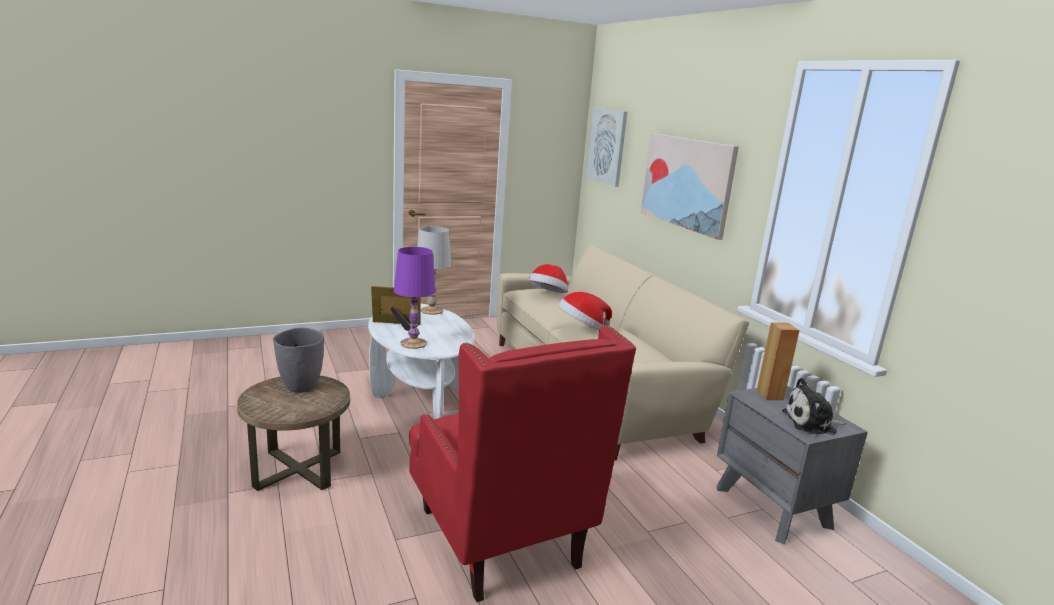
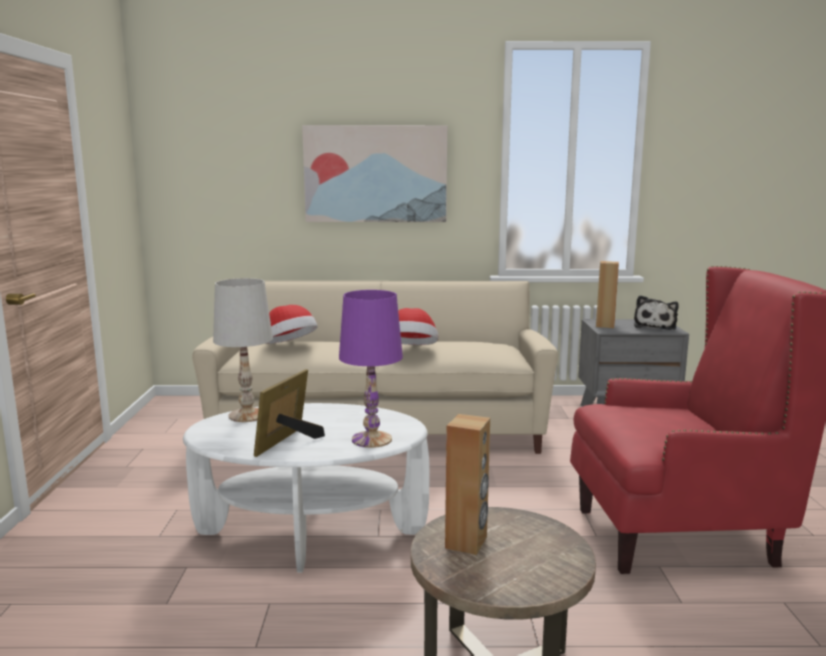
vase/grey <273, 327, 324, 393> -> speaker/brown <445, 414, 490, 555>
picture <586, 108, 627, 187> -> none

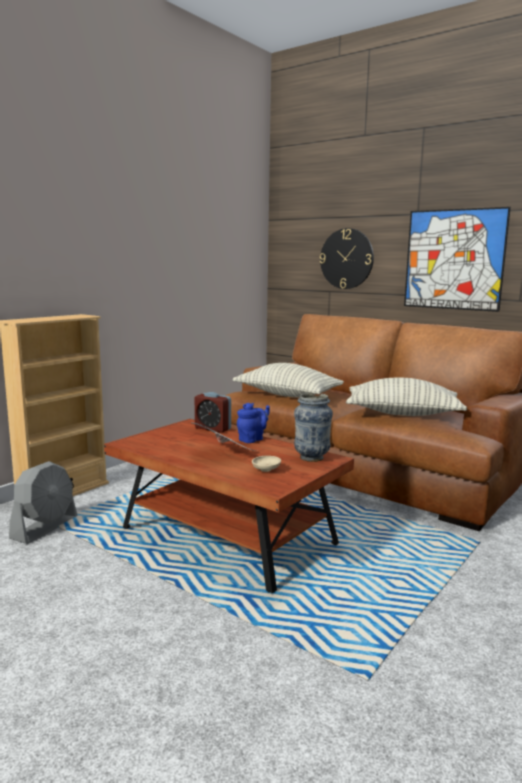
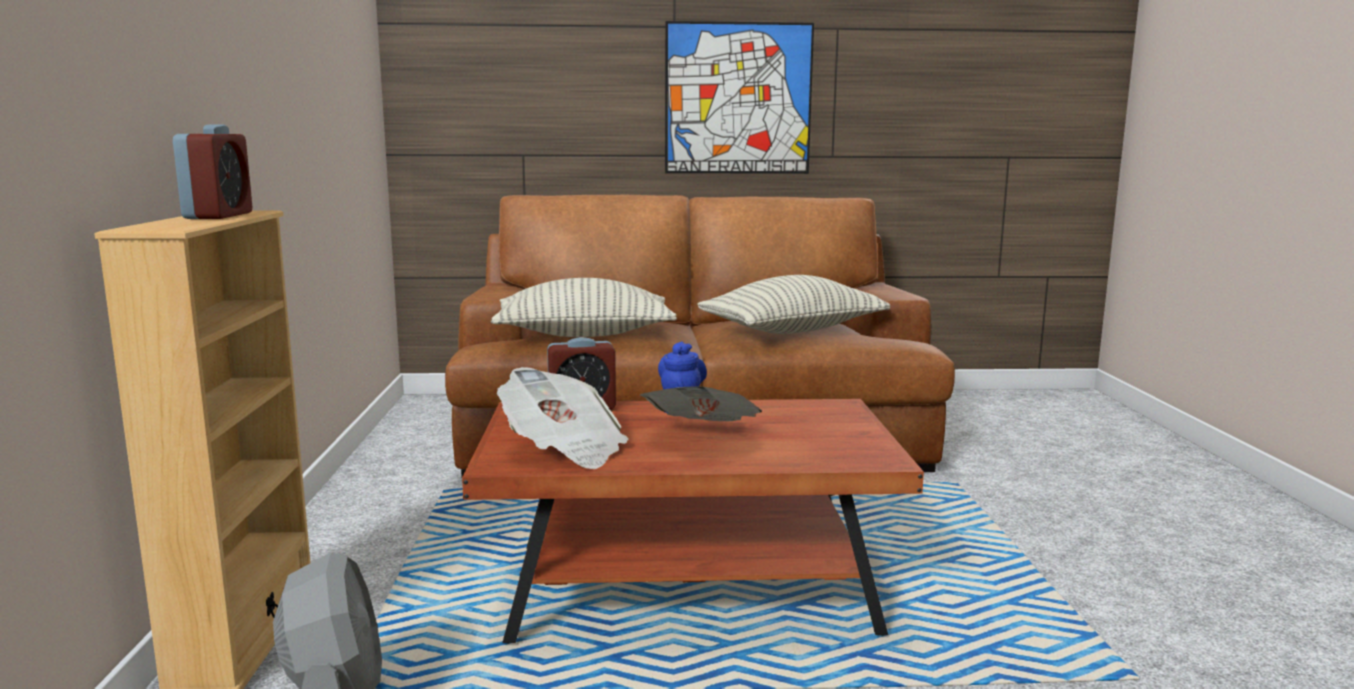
bowl/beige <252, 456, 281, 472> -> none
vase <294, 393, 333, 462> -> none
wall clock <320, 228, 374, 289> -> none
none -> alarm clock <173, 124, 252, 219>
none -> newspaper <497, 367, 628, 469>

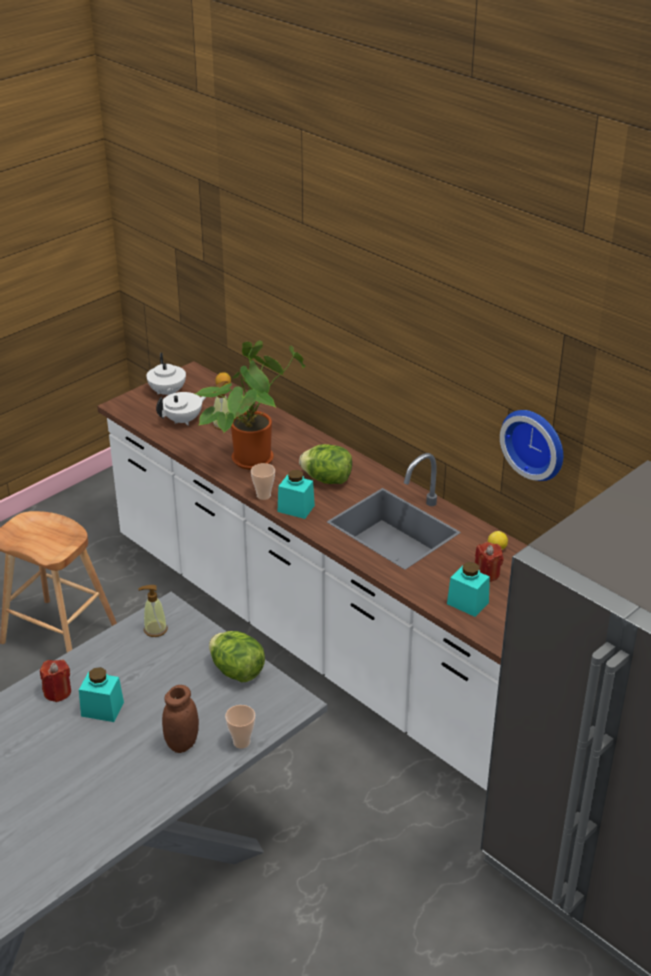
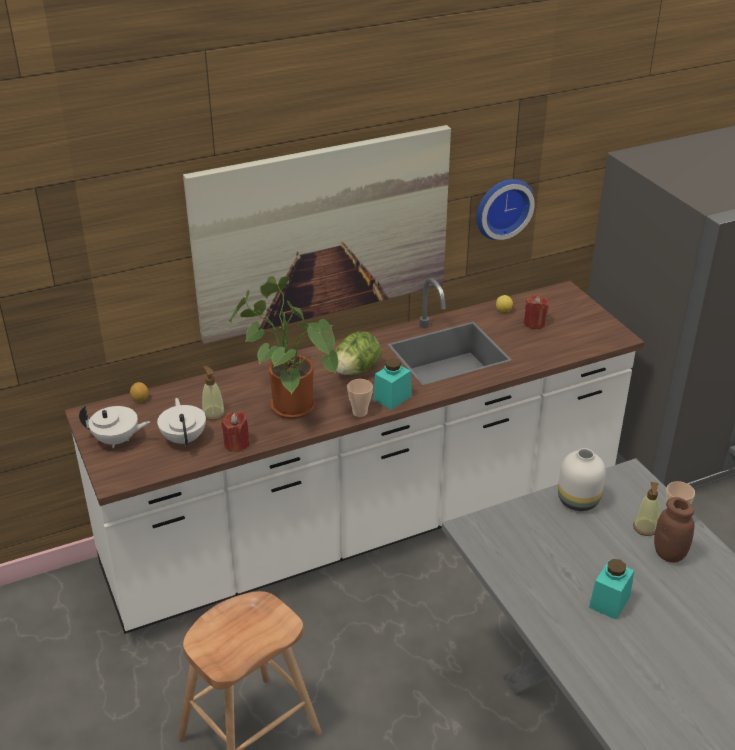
candle/red <40, 660, 71, 702> -> candle/red <221, 412, 250, 452>, move
soap dispenser <138, 585, 168, 637> -> soap dispenser <633, 482, 660, 536>, move
lettuce <209, 631, 265, 682> -> vase/white <558, 448, 606, 511>
jar/turquoise <447, 562, 490, 617> -> none
none -> picture <183, 125, 451, 344>

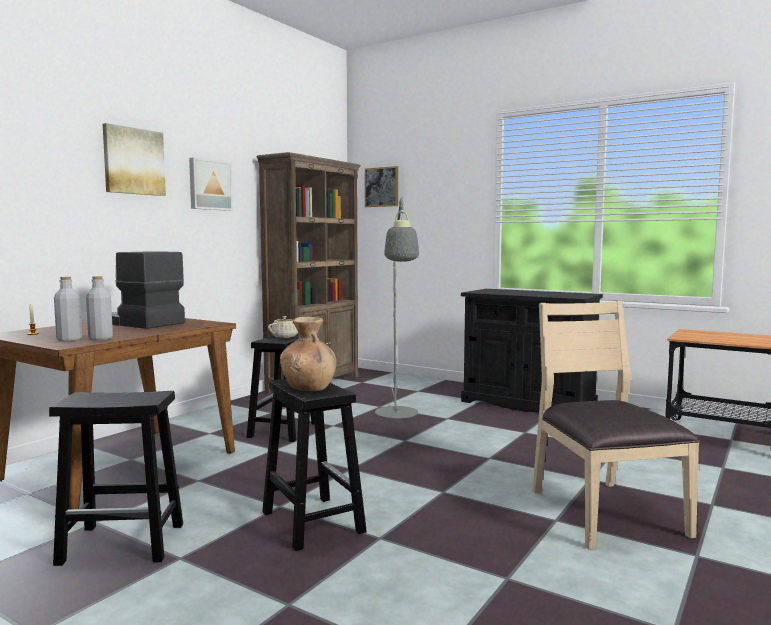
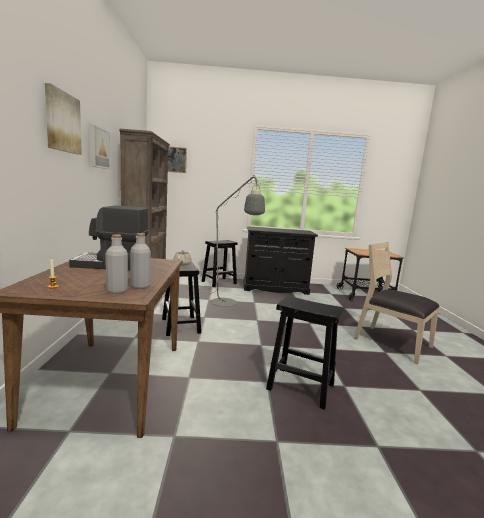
stool/black <49, 391, 183, 566> -> stool/black <202, 240, 238, 287>, move
vase/brown <280, 317, 337, 391> -> none

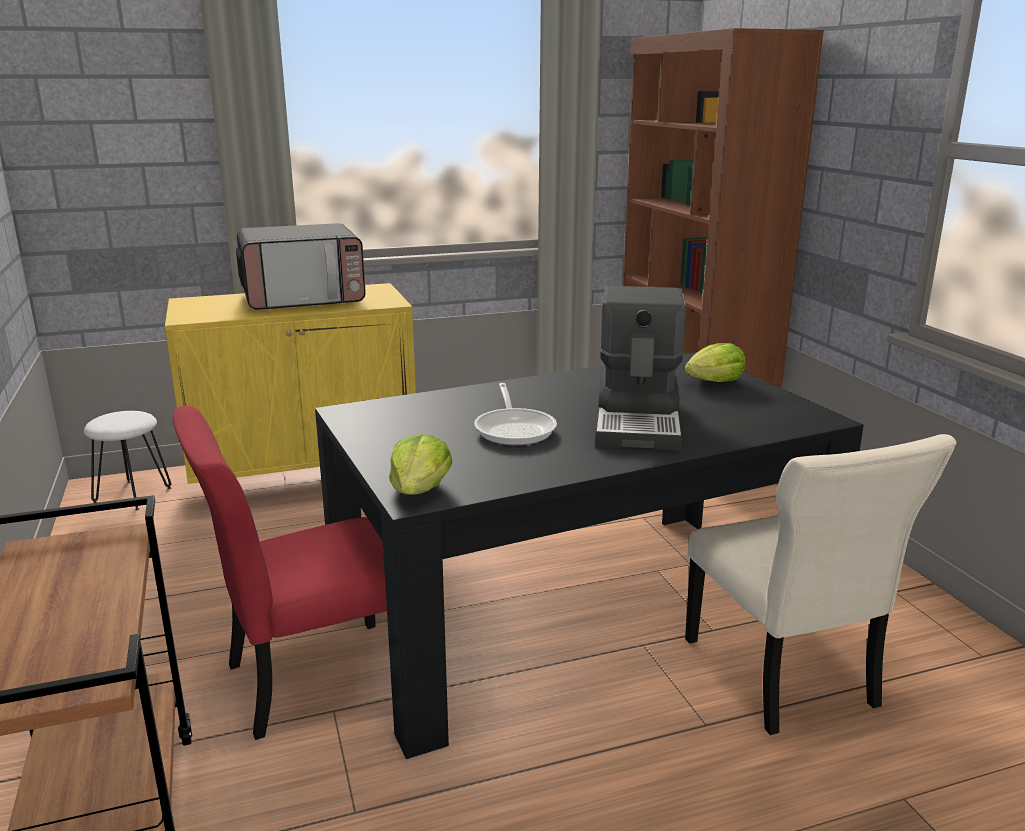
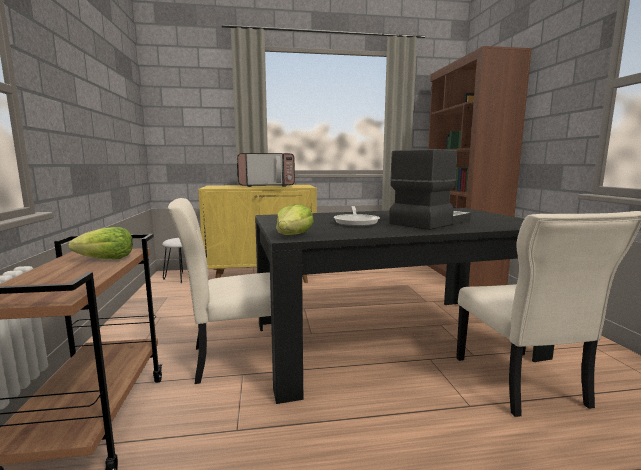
chair/red <172, 405, 387, 740> -> chair/beige <168, 198, 271, 384>
coffee machine <595, 286, 686, 451> -> coffee machine <389, 149, 471, 230>, 150 degrees counterclockwise
lettuce <685, 343, 746, 382> -> lettuce <69, 227, 133, 259>, move

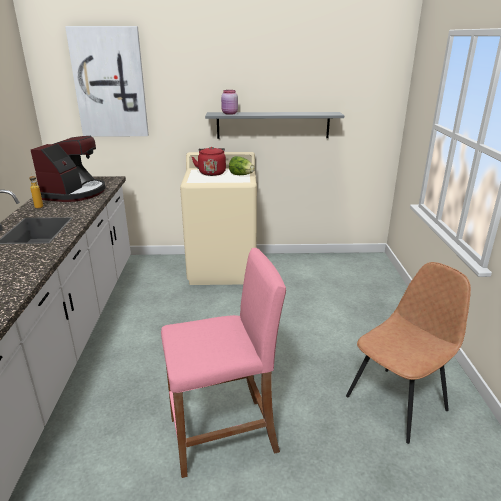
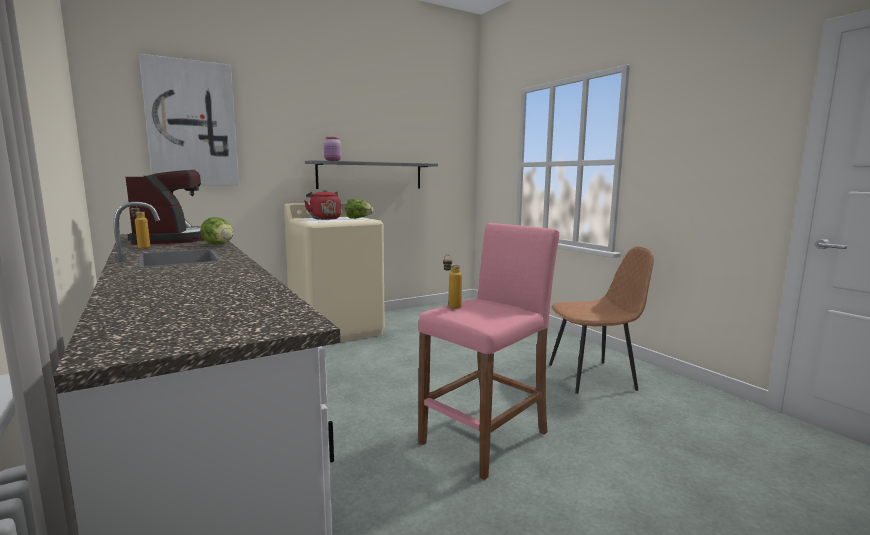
chair/brown <346, 262, 471, 444> -> chair/brown <549, 247, 654, 394>, 60 degrees clockwise
none -> lettuce <200, 217, 234, 245>
none -> bottle <443, 254, 462, 309>

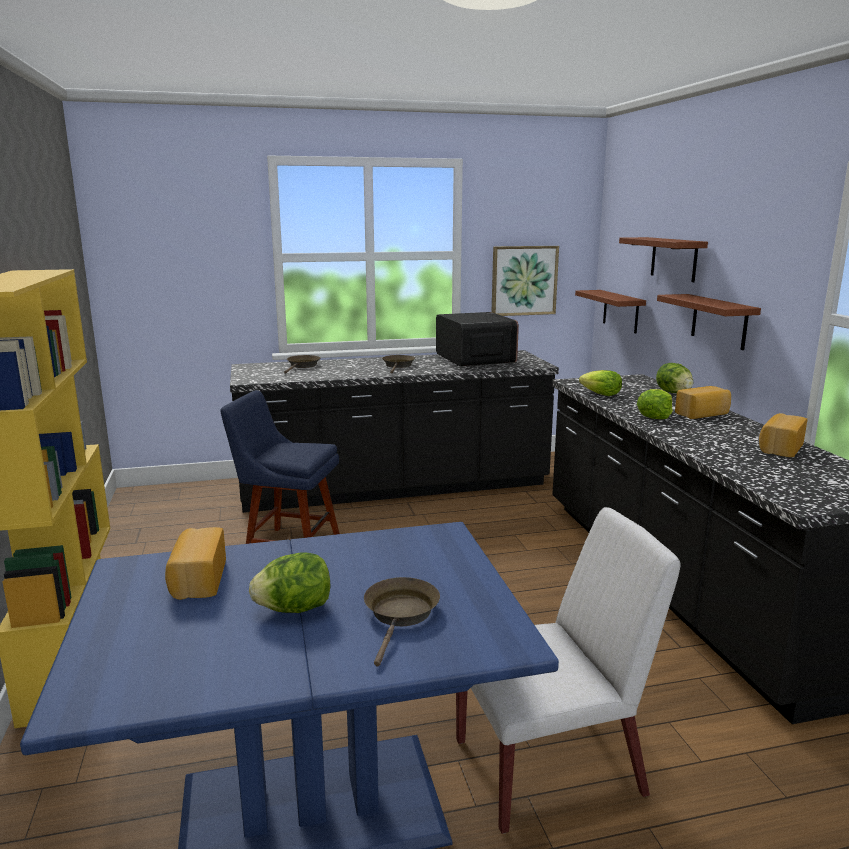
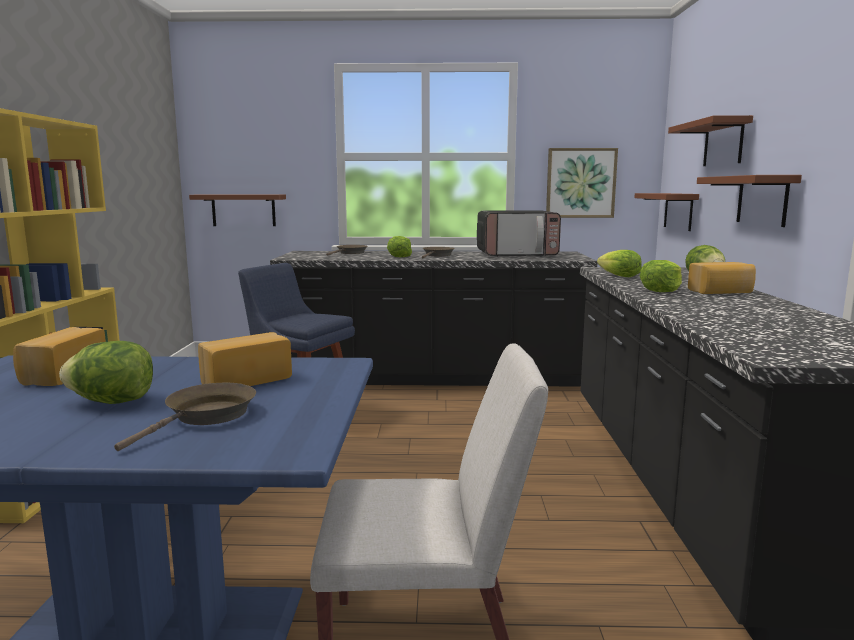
microwave <436, 312, 519, 367> -> microwave <477, 210, 561, 257>, 90 degrees clockwise
bread <759, 413, 807, 457> -> bread <198, 332, 292, 386>, move
none -> shelf/brown <189, 194, 286, 226>
none -> lettuce <387, 236, 412, 257>

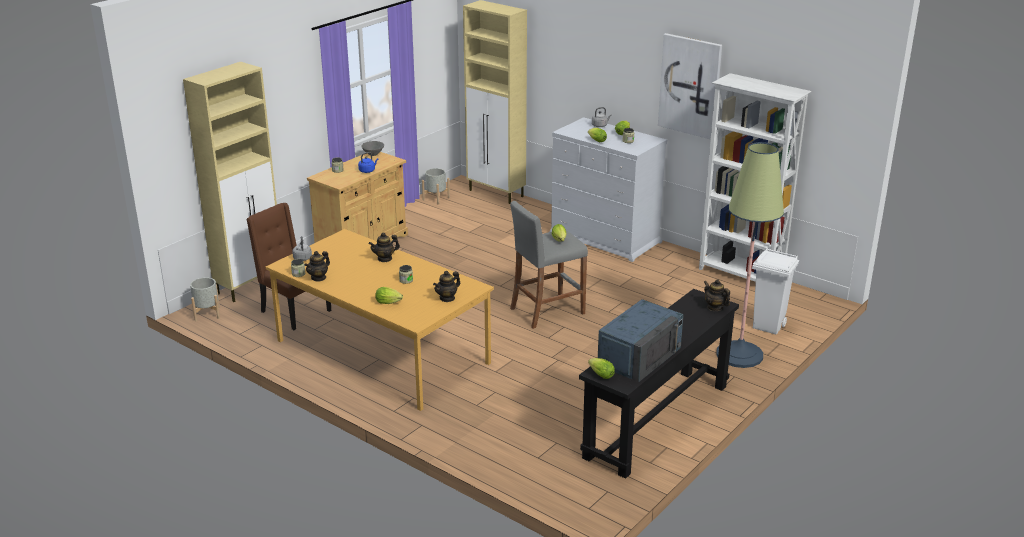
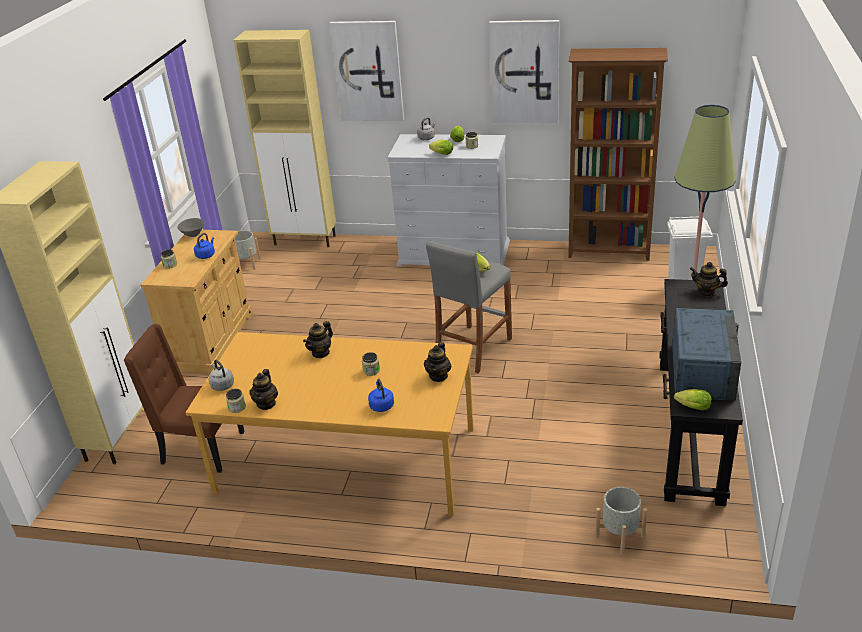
planter/grey <190, 277, 220, 322> -> planter/grey <595, 487, 647, 555>, move
lettuce <375, 287, 403, 304> -> kettle/blue <368, 379, 394, 412>
bookcase/white <699, 73, 811, 282> -> bookcase/brown <568, 48, 668, 261>
none -> picture <329, 21, 404, 121>

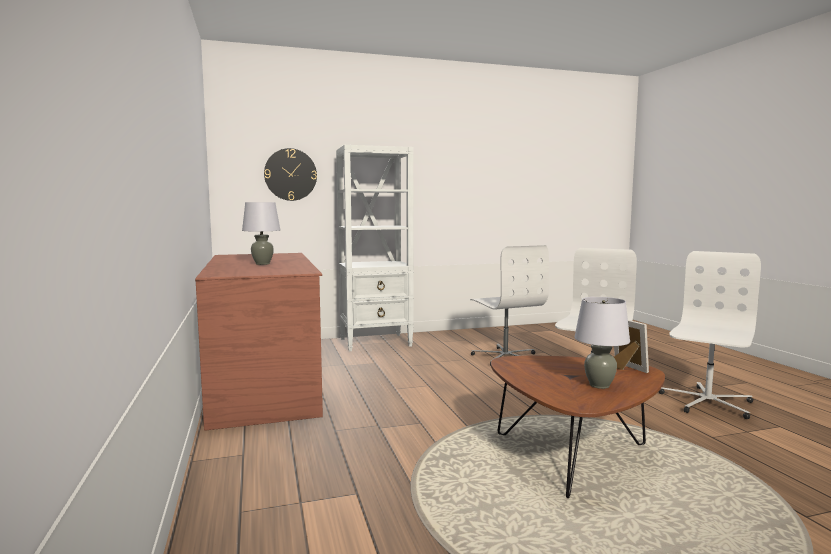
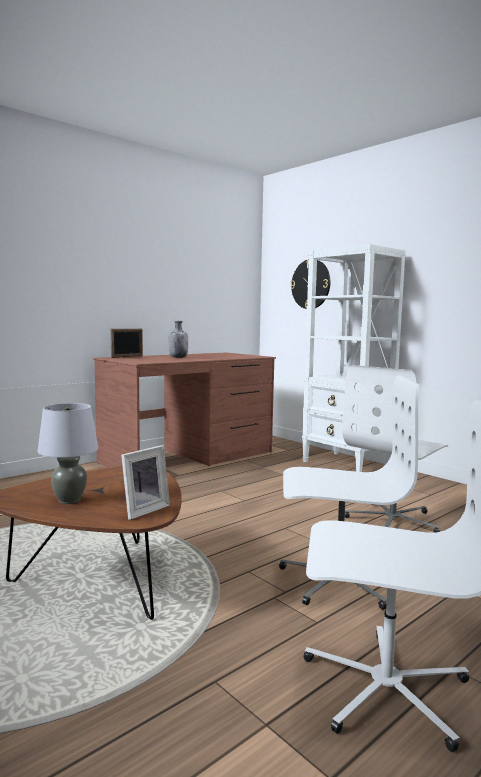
table lamp/grey <242, 202, 280, 265> -> bottle/grey <168, 321, 188, 358>
none -> picture frame <111, 329, 143, 358>

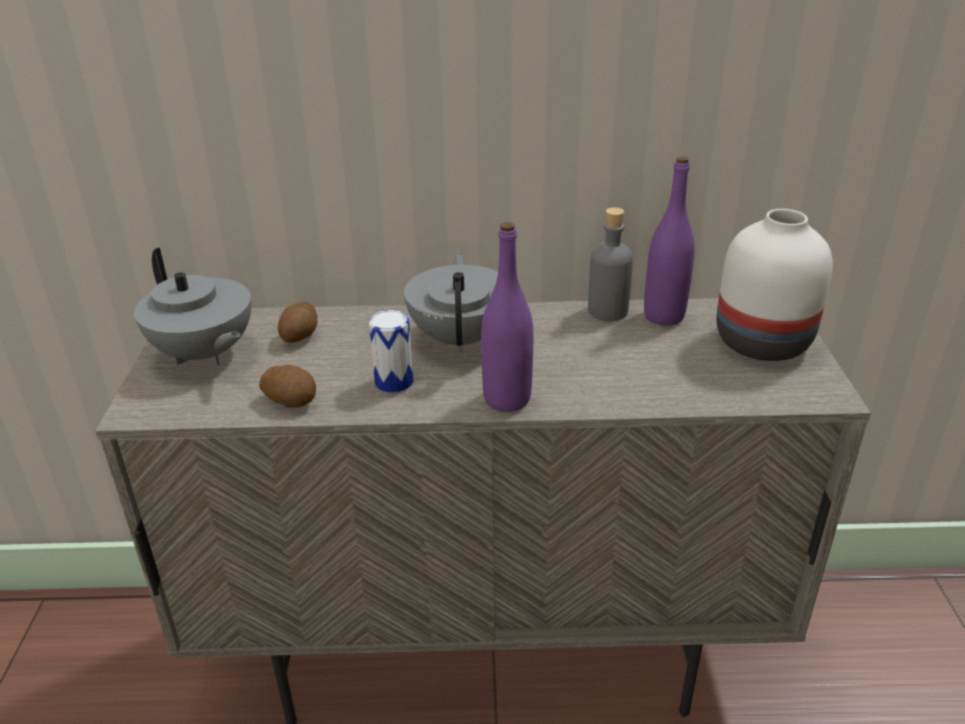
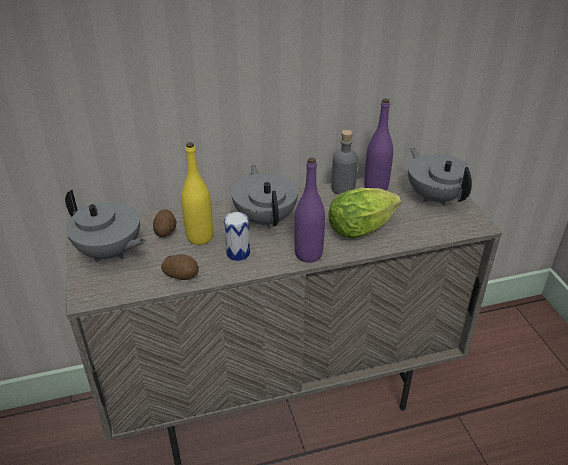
vase/white <717, 209, 833, 361> -> teapot/grey <408, 147, 473, 206>
none -> bottle/yellow <181, 142, 213, 245>
none -> lettuce <328, 188, 401, 239>

